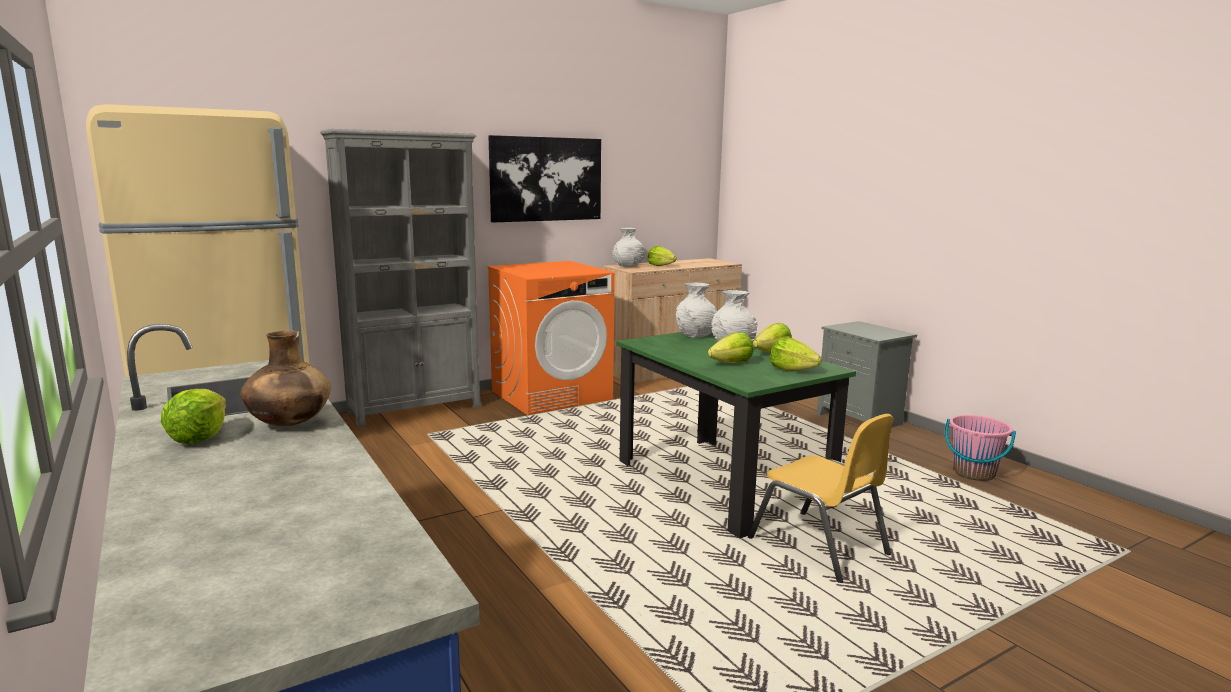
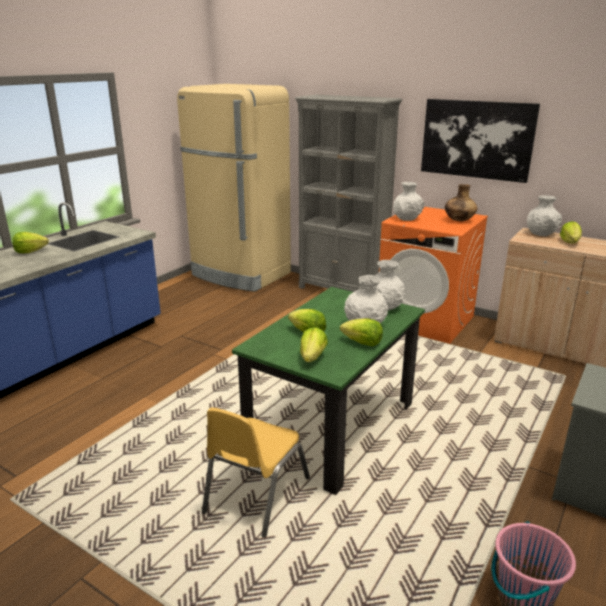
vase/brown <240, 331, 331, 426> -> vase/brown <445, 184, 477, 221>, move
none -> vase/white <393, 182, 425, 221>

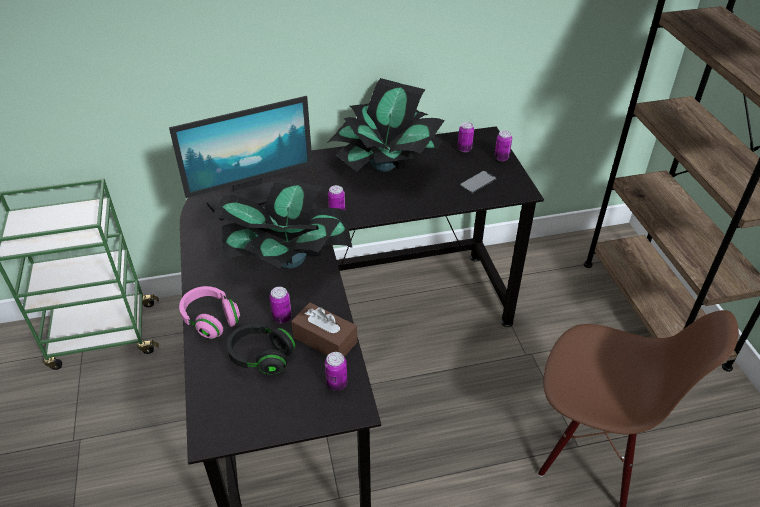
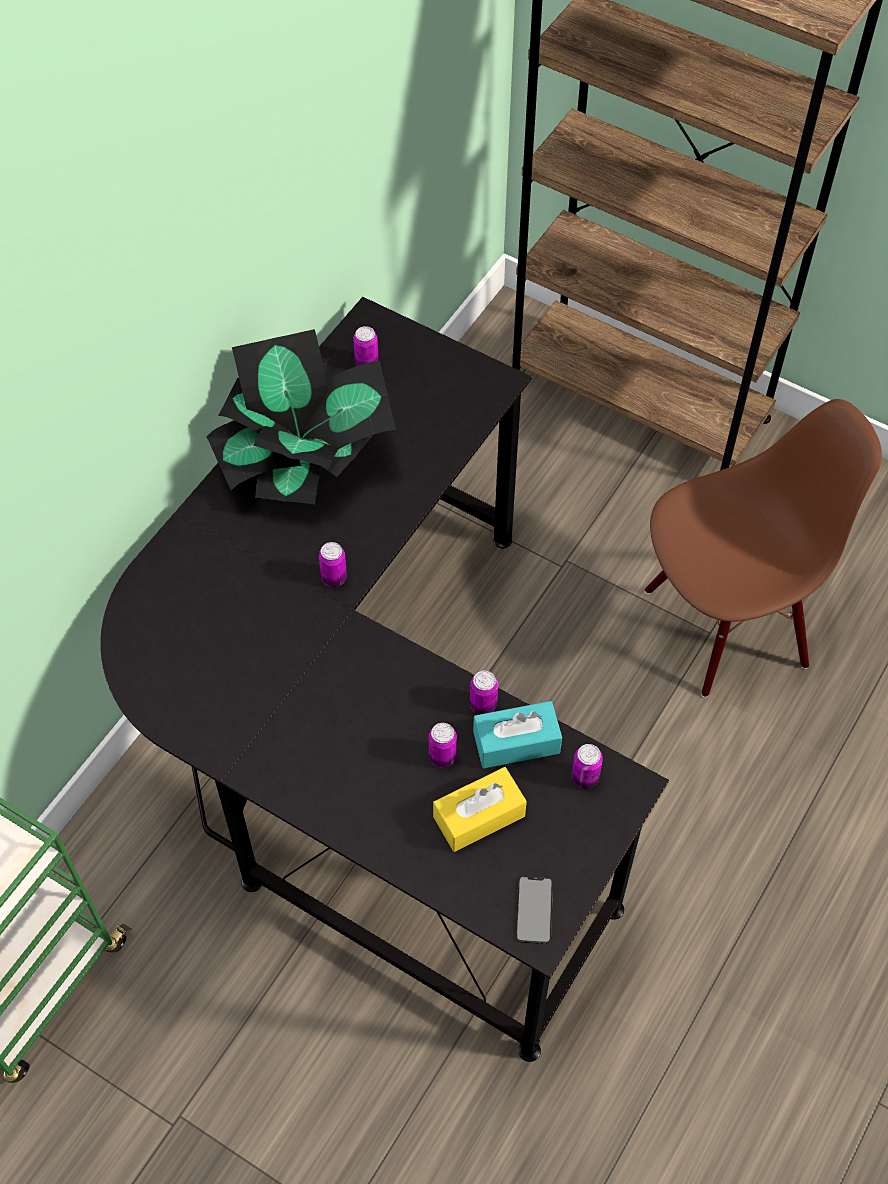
monitor <169, 96, 313, 221> -> none
headphones/pink <179, 286, 240, 339> -> none
potted plant <211, 178, 352, 269> -> none
headphones/black <227, 324, 295, 375> -> tissue box/yellow <433, 767, 527, 852>
tissue box/brown <291, 302, 357, 357> -> tissue box/turquoise <473, 701, 562, 769>
phone <460, 171, 497, 194> -> phone <516, 876, 553, 944>, move
can <494, 131, 512, 161> -> can <470, 670, 498, 715>, move

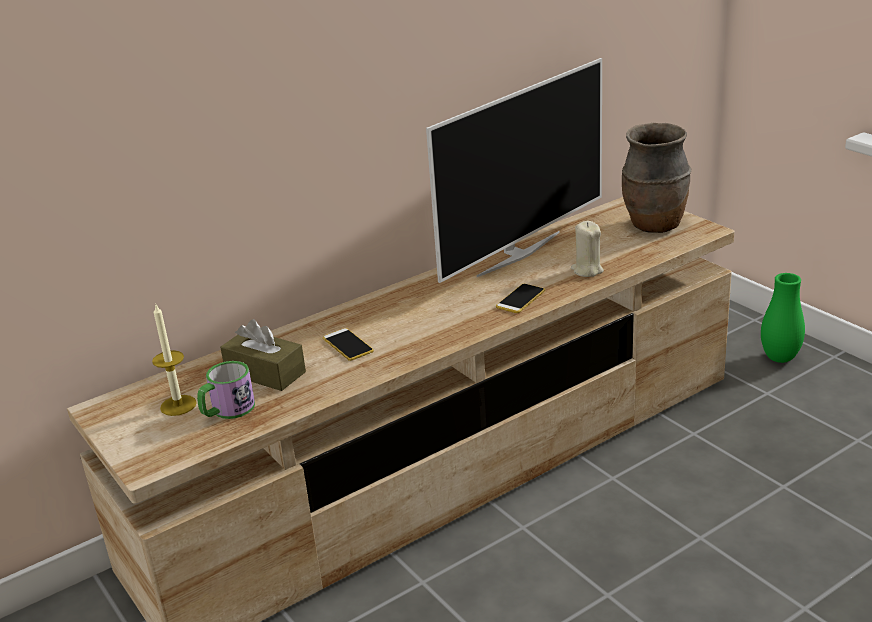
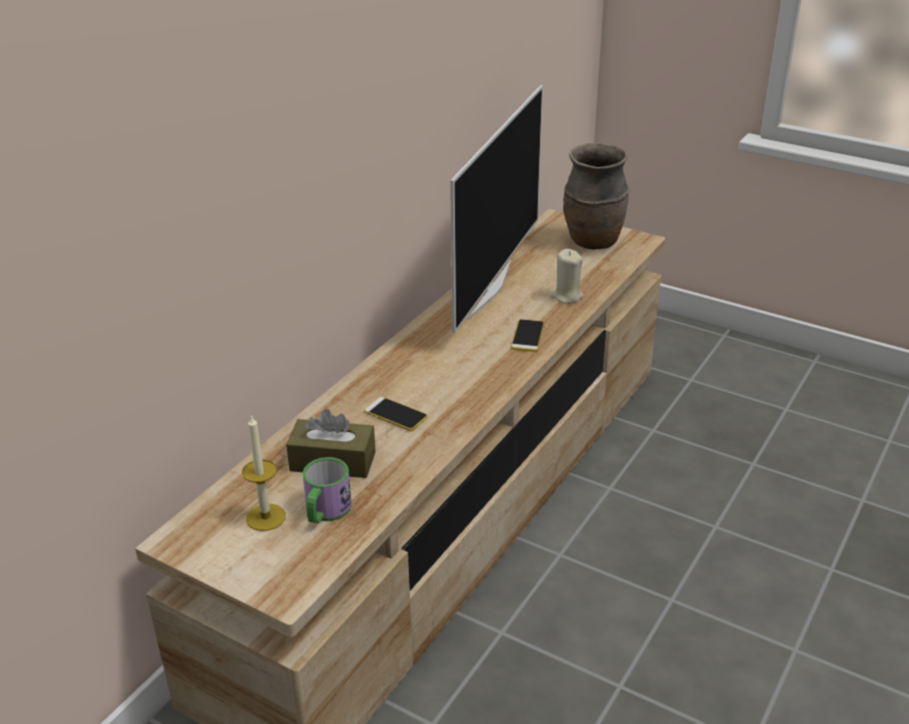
vase/green <761, 273, 805, 363> -> none

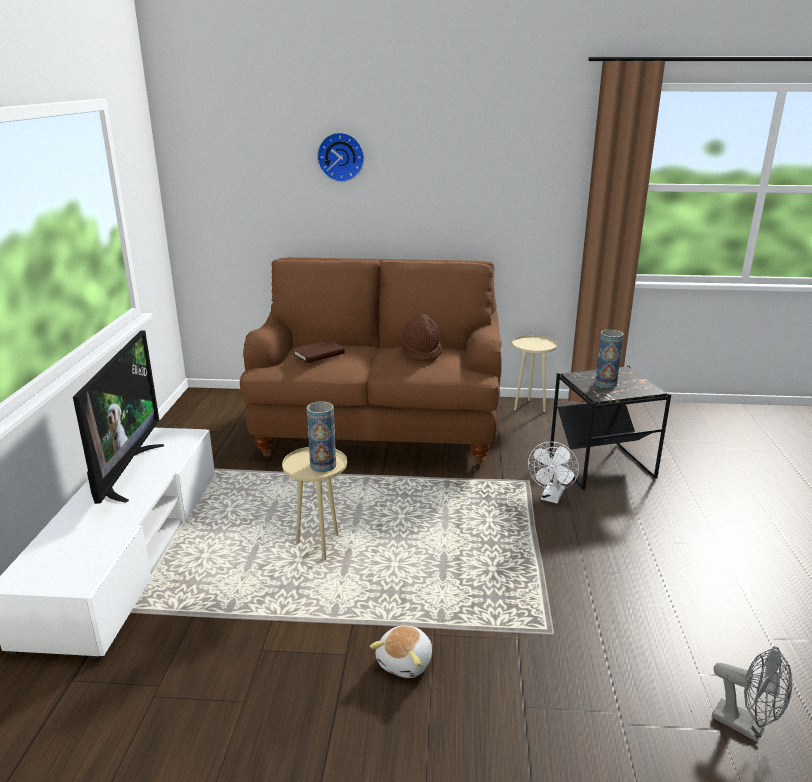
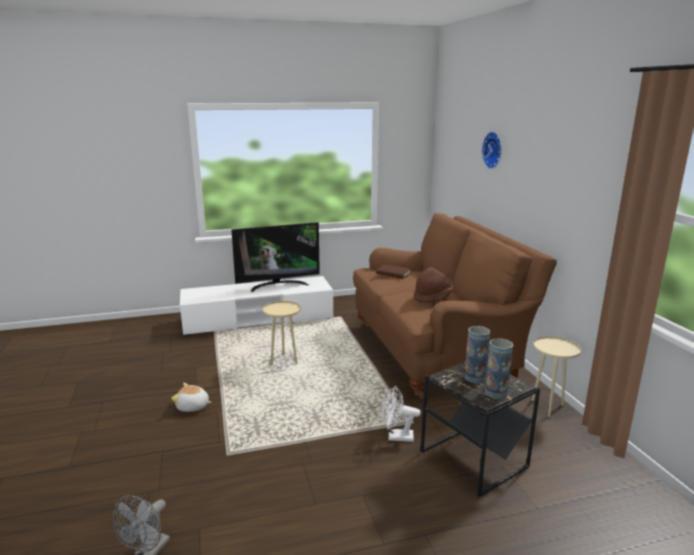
vase <307, 402, 336, 472> -> vase <485, 339, 513, 399>, move

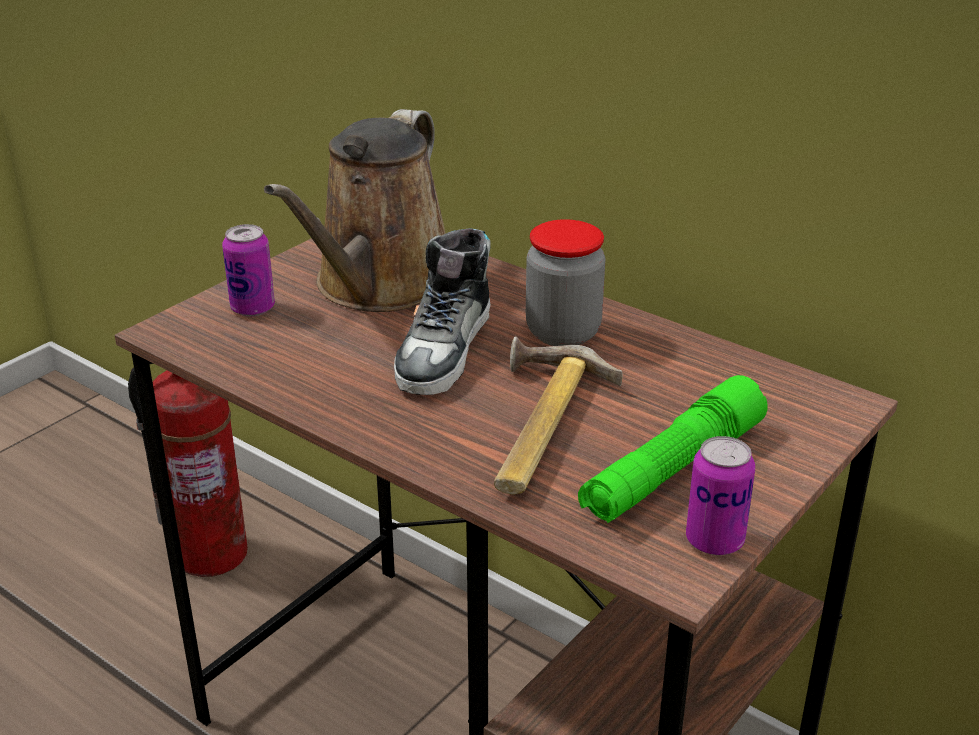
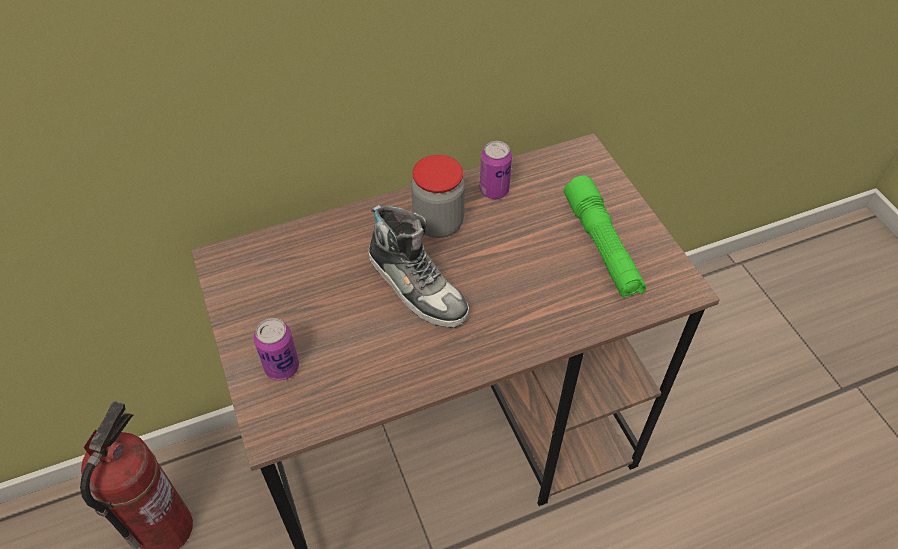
watering can/brown <264, 109, 446, 312> -> none
hammer <494, 336, 622, 495> -> none
can <686, 436, 755, 555> -> can <480, 141, 512, 199>, move

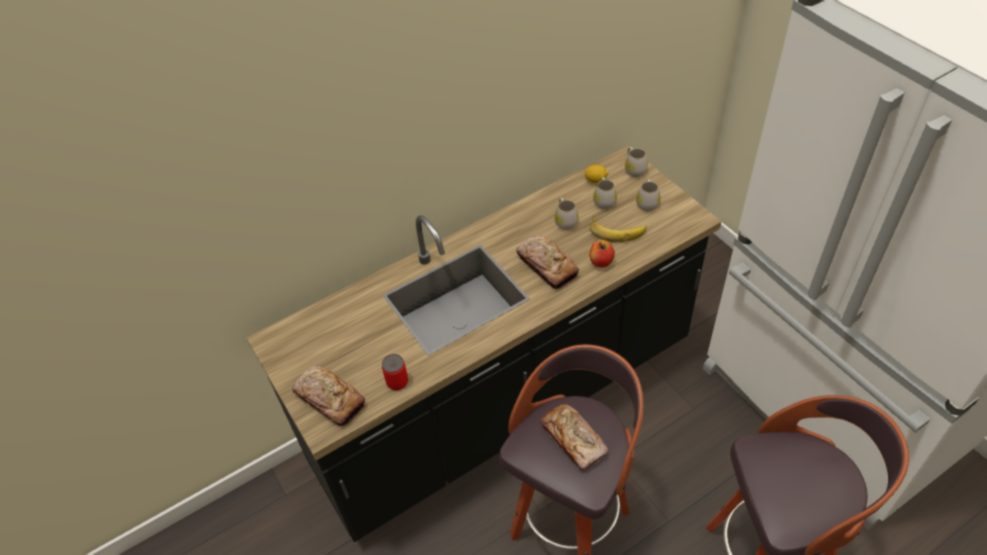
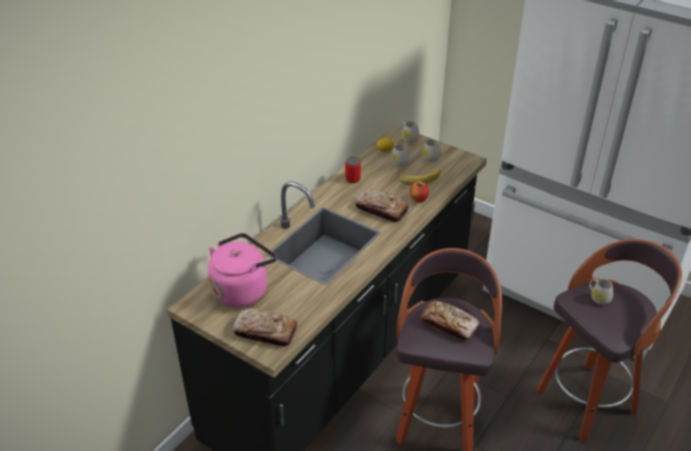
can <382, 354, 408, 390> -> can <345, 157, 361, 183>, move
mug/white <554, 198, 579, 230> -> mug/white <589, 279, 613, 305>, move
none -> kettle/pink <208, 233, 277, 308>

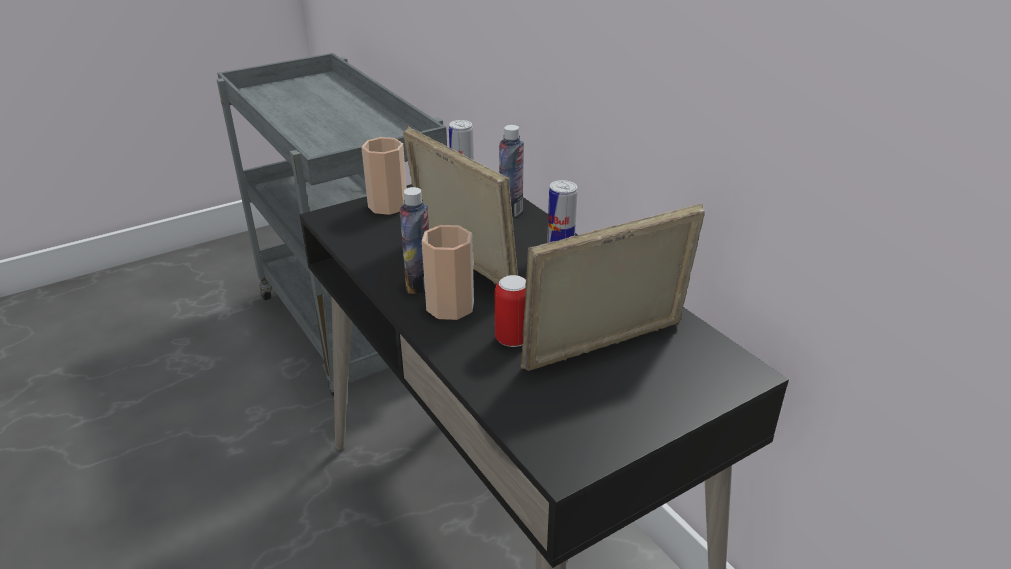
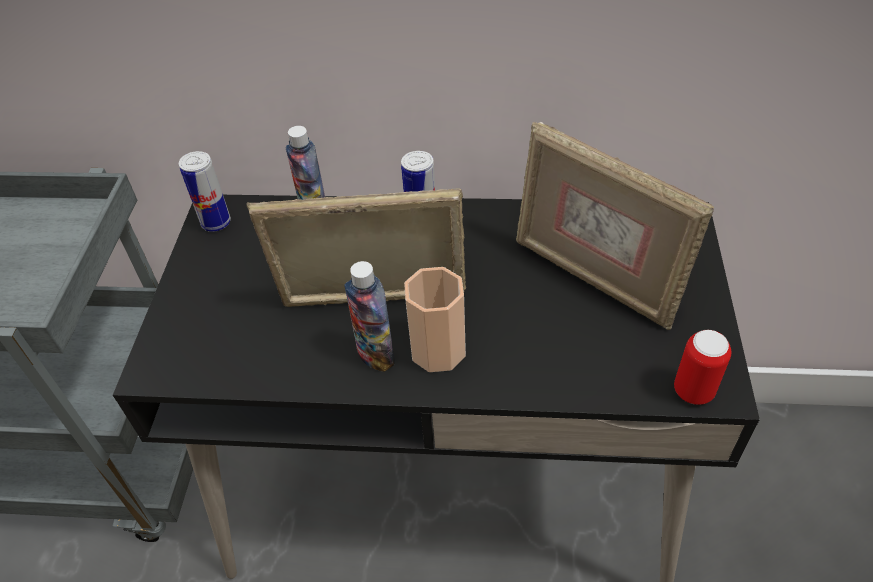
cup <361, 137, 407, 215> -> none
can <495, 275, 526, 347> -> can <674, 330, 731, 405>, move
picture frame <521, 204, 705, 371> -> picture frame <516, 122, 714, 330>, 60 degrees counterclockwise

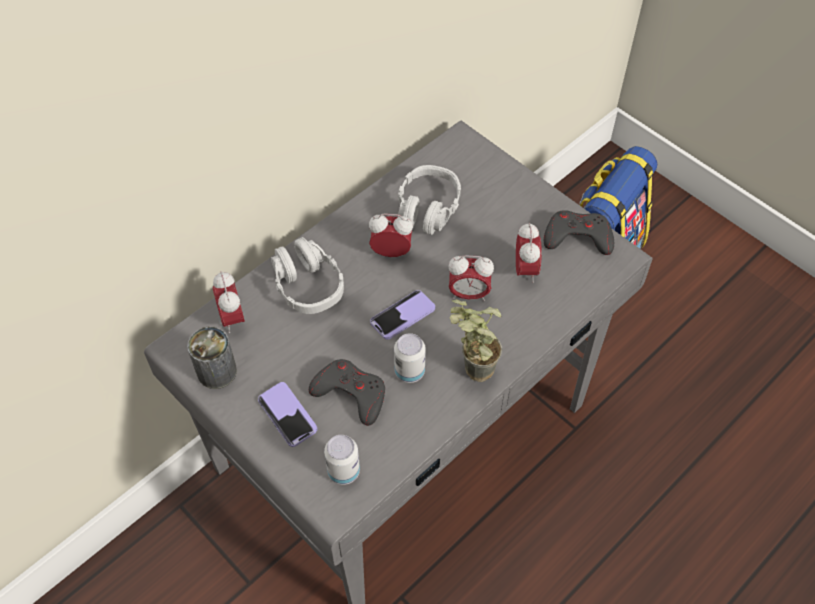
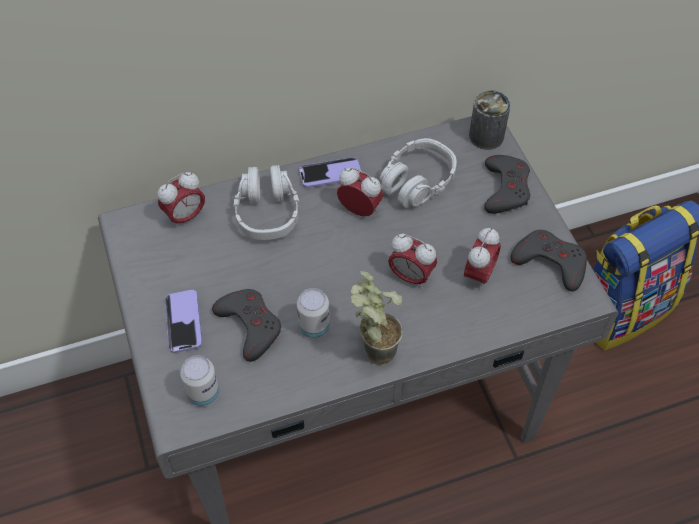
can <187, 326, 237, 389> -> can <469, 90, 511, 150>, move
alarm clock <212, 271, 245, 333> -> alarm clock <158, 172, 205, 229>, 135 degrees counterclockwise
phone <370, 290, 435, 340> -> phone <299, 157, 361, 188>, move
none -> game controller/grey <484, 155, 531, 214>

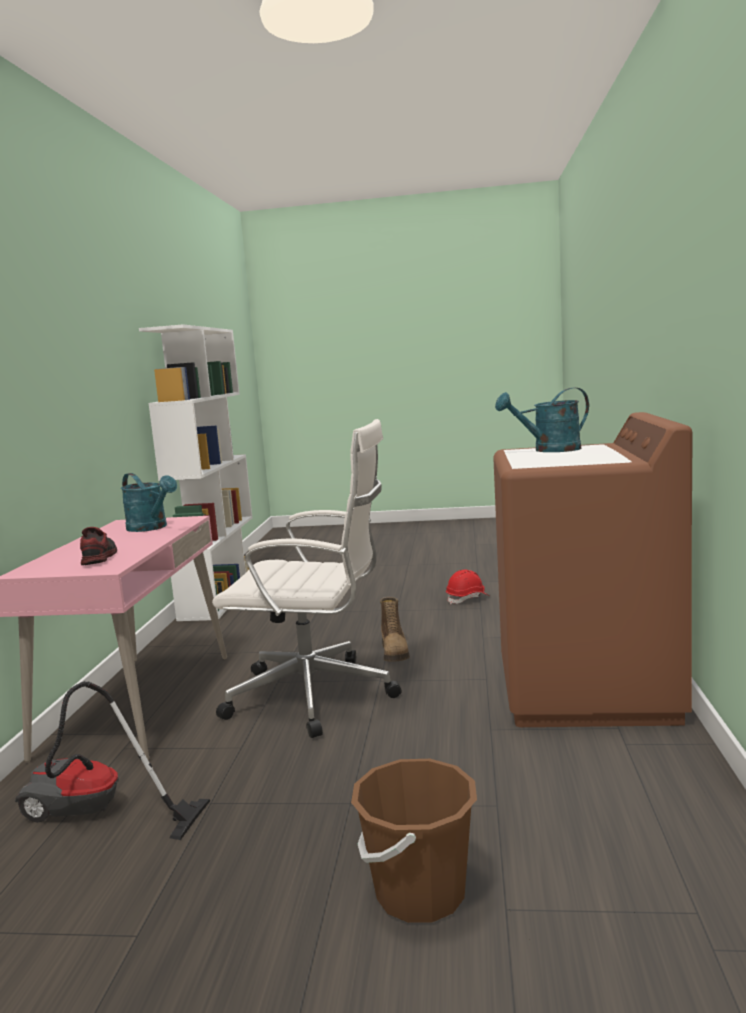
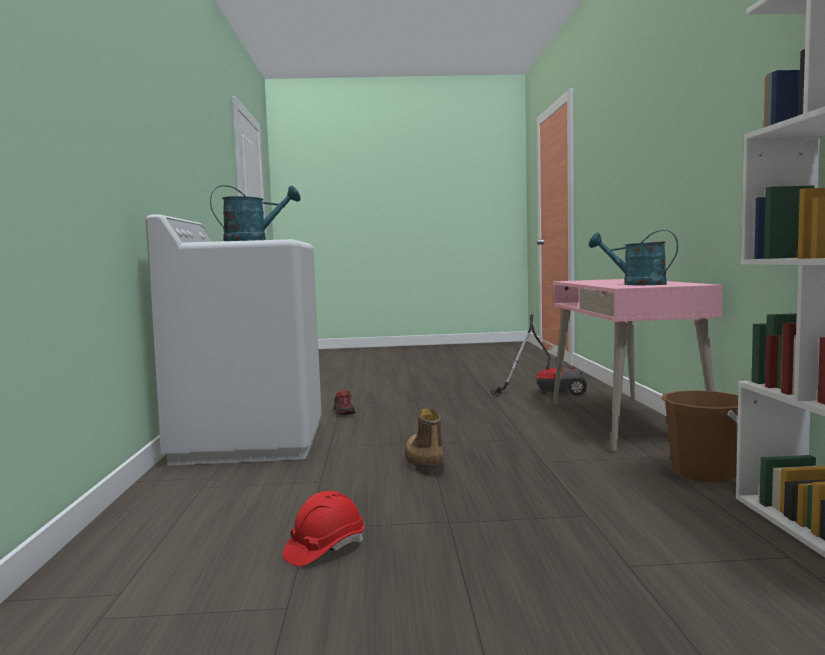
shoe <80, 527, 117, 565> -> shoe <334, 390, 355, 415>, move
office chair/white <212, 419, 402, 738> -> none
bucket/brown <351, 759, 477, 923> -> bucket/brown <661, 390, 738, 483>, move
washing machine/brown <493, 412, 693, 727> -> washing machine/white <145, 214, 322, 466>

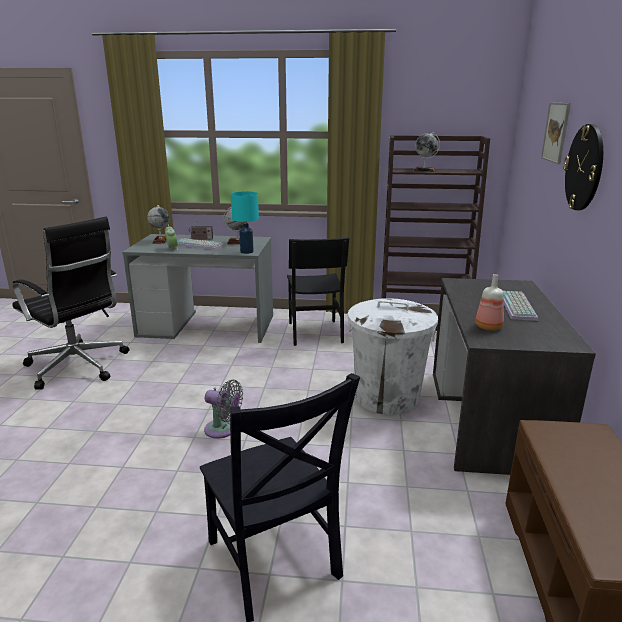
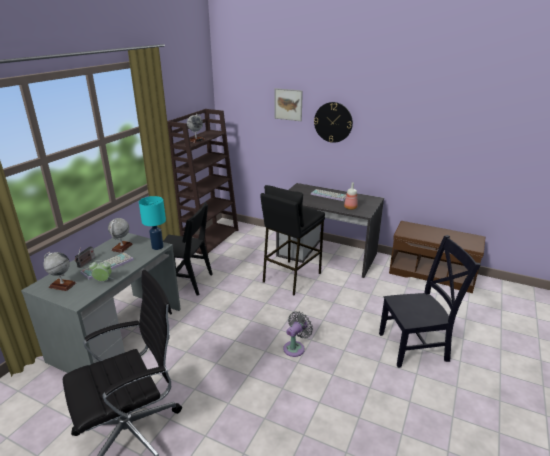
trash can/white <348, 298, 438, 415> -> stool/black <260, 185, 325, 295>

